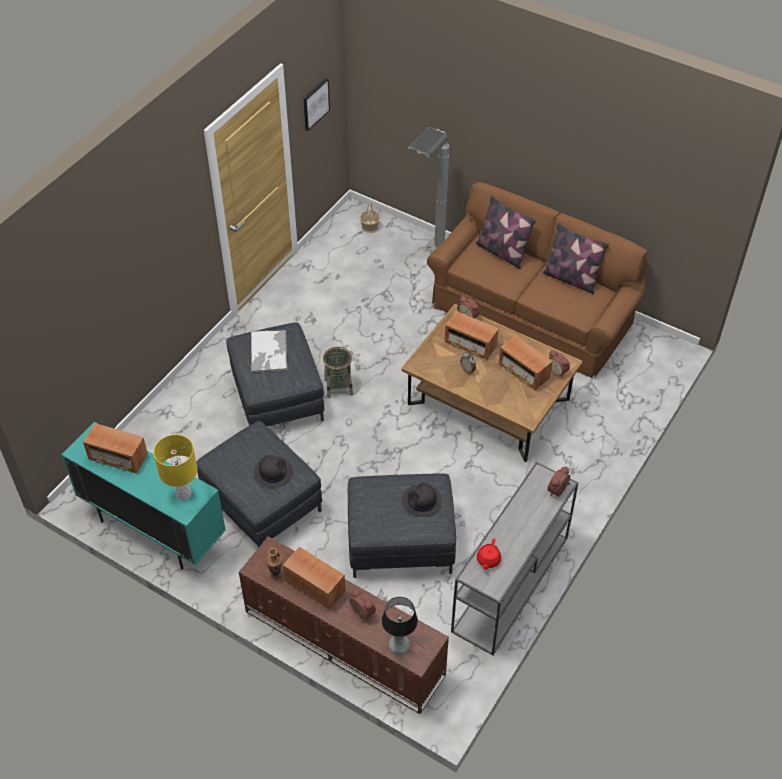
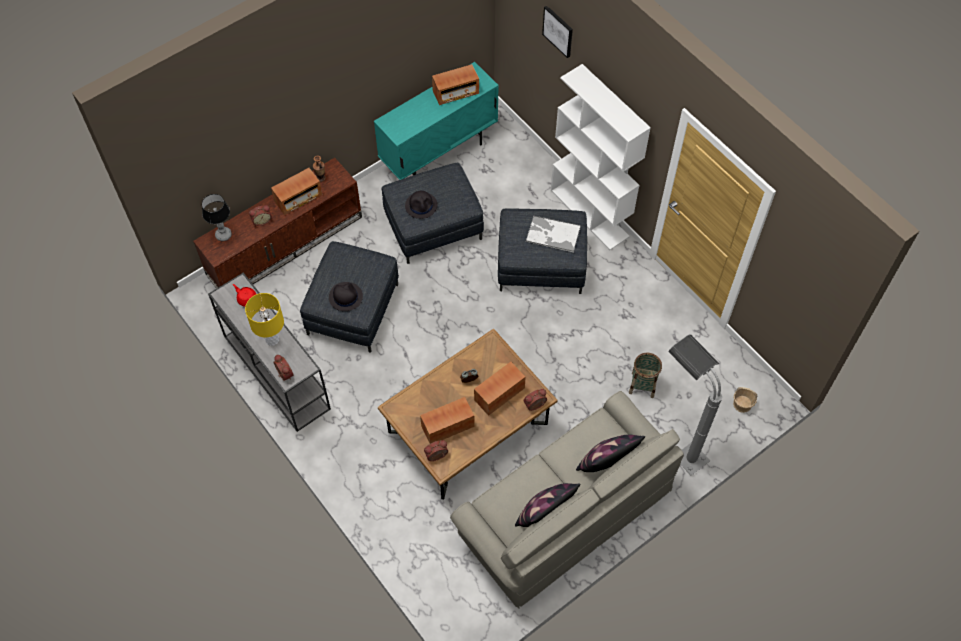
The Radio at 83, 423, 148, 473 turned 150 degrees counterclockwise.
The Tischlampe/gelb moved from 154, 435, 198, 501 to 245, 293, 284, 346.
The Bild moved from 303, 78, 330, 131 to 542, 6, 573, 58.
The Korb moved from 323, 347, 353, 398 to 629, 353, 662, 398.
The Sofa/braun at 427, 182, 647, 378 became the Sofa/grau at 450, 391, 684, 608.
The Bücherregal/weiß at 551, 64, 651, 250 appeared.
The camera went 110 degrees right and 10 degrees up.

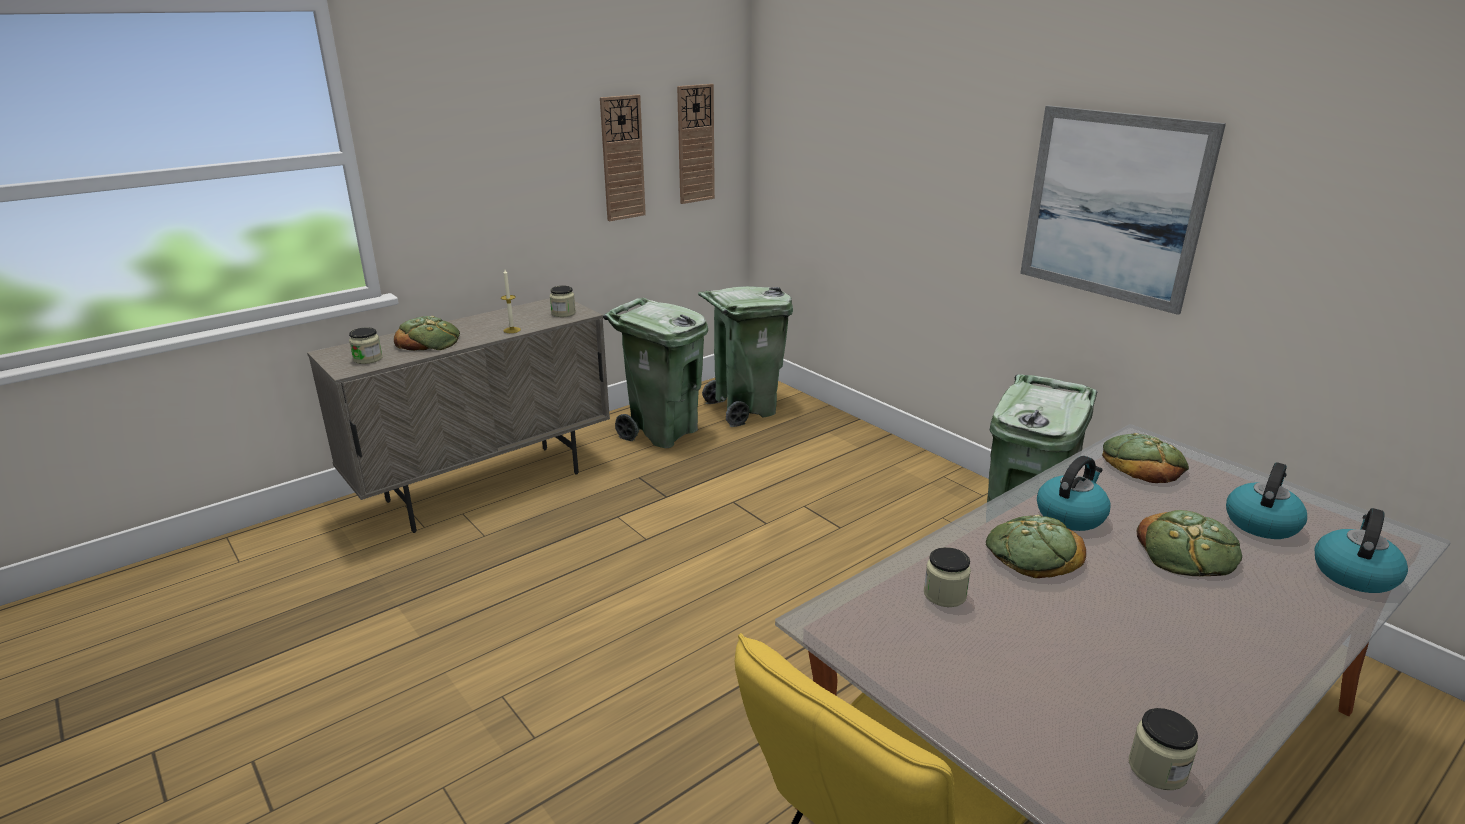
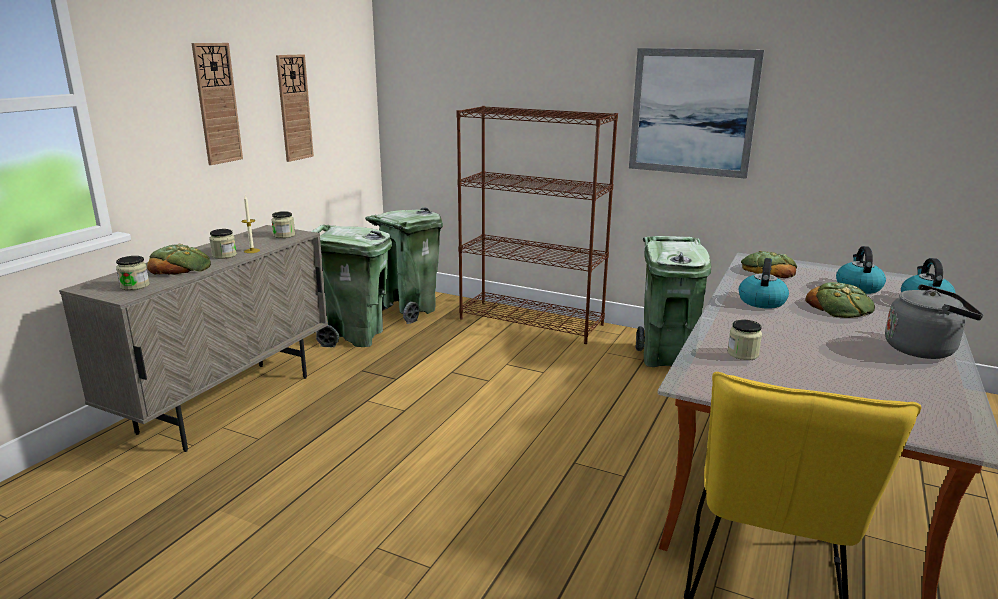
The Wanduhr moved from 677, 84, 715, 204 to 192, 43, 243, 165.
The Brot at 986, 515, 1086, 578 disappeared.
The Vorratsglas moved from 1129, 708, 1198, 790 to 209, 229, 237, 259.
The Bücherregal/braun at 456, 106, 618, 344 appeared.
The Wasserkessel/grau at 885, 284, 983, 359 appeared.
The camera went 25 degrees left and 5 degrees down.

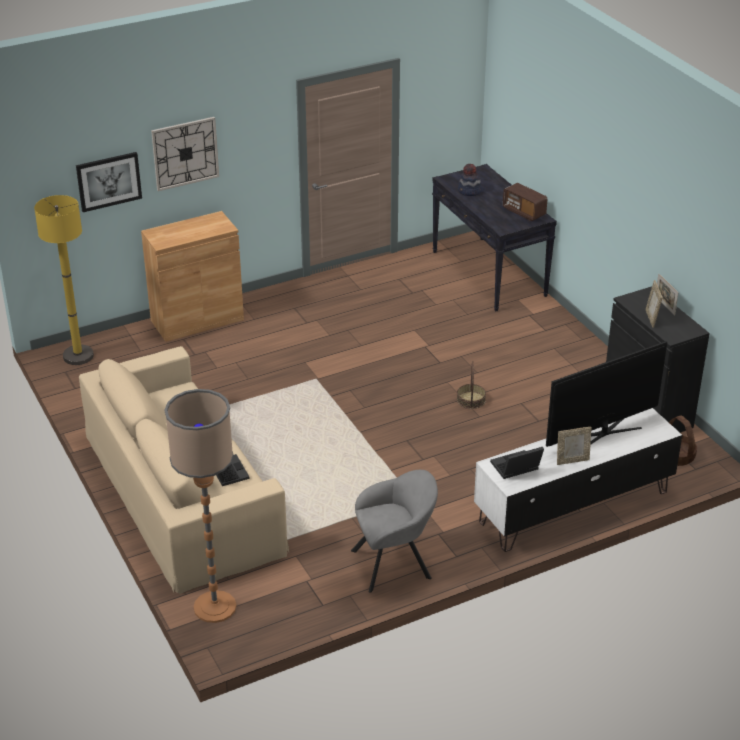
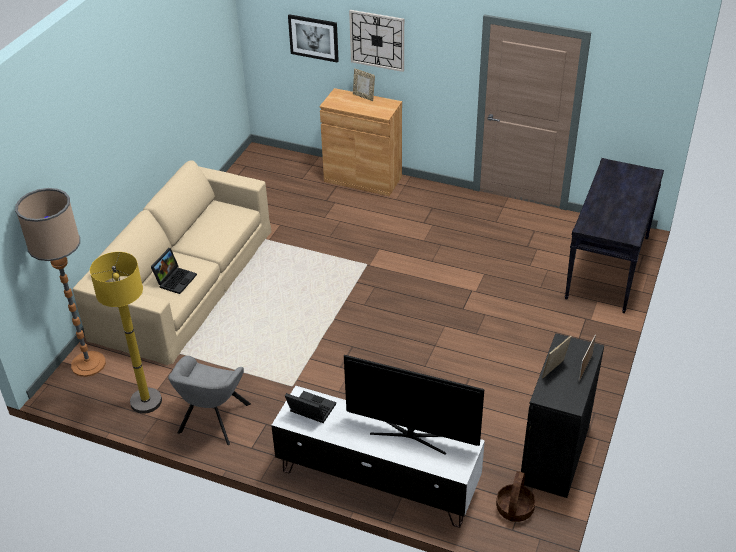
The Stehlampe/gelb moved from 34, 195, 94, 365 to 90, 252, 162, 414.
The Sessel/grau at 351, 470, 438, 593 turned 75 degrees clockwise.
The Korb at 457, 361, 486, 409 disappeared.
The Hut at 458, 164, 483, 196 disappeared.
The Radio at 503, 183, 547, 221 disappeared.
The Bilderrahmen moved from 557, 427, 592, 465 to 353, 68, 375, 101.
The camera went 50 degrees right and 5 degrees up.

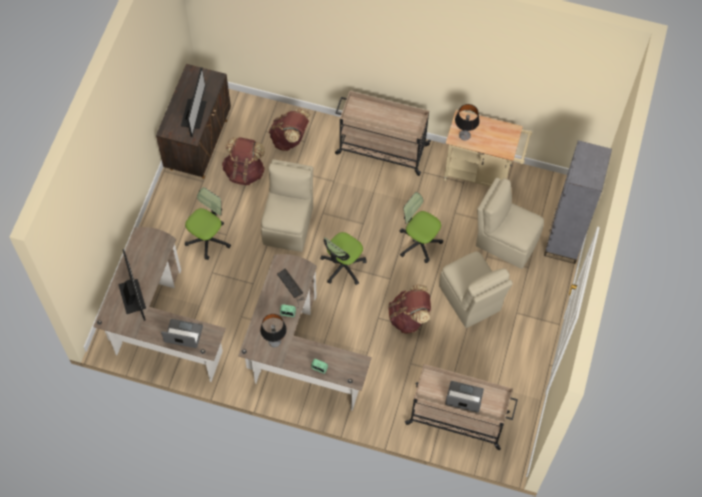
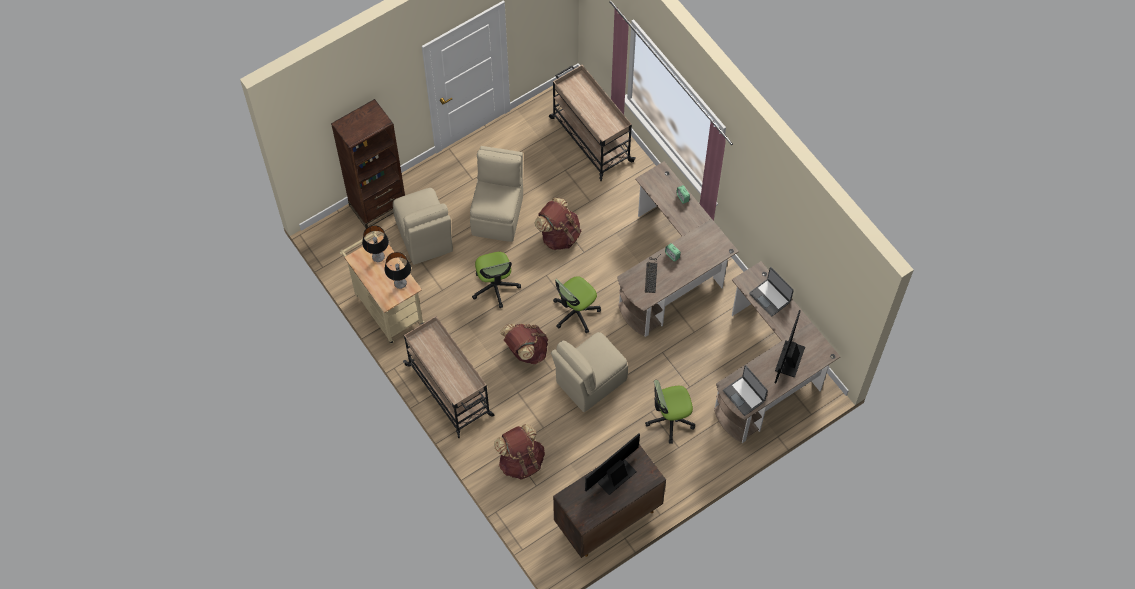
The Rucksack/braun moved from 222, 137, 265, 185 to 500, 324, 549, 364.
The Tischlampe moved from 260, 314, 287, 347 to 362, 225, 389, 262.
The Bürostuhl at 320, 232, 366, 285 turned 150 degrees clockwise.
The Laptop moved from 445, 381, 484, 413 to 723, 365, 768, 416.
The Bücherregal/grau at 544, 140, 612, 264 became the Bücherregal/braun at 331, 99, 405, 228.
The camera went 140 degrees left and 0 degrees up.

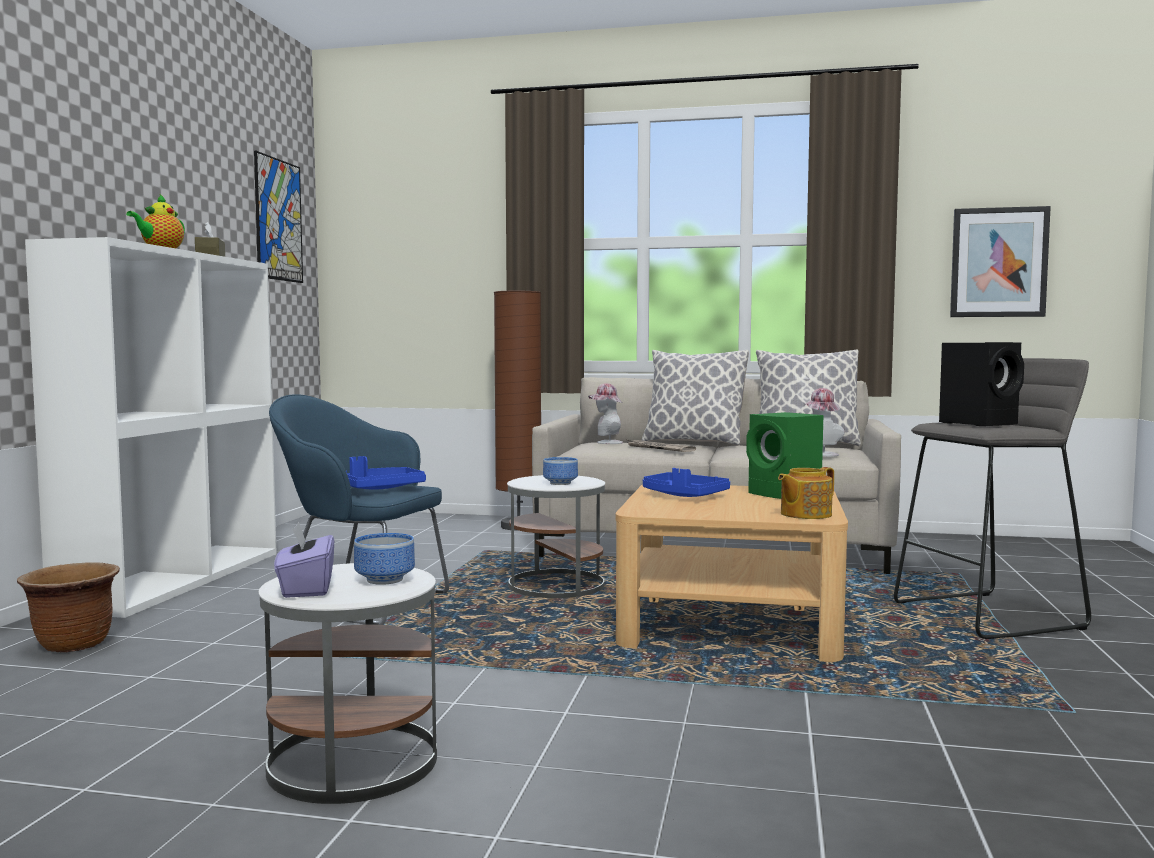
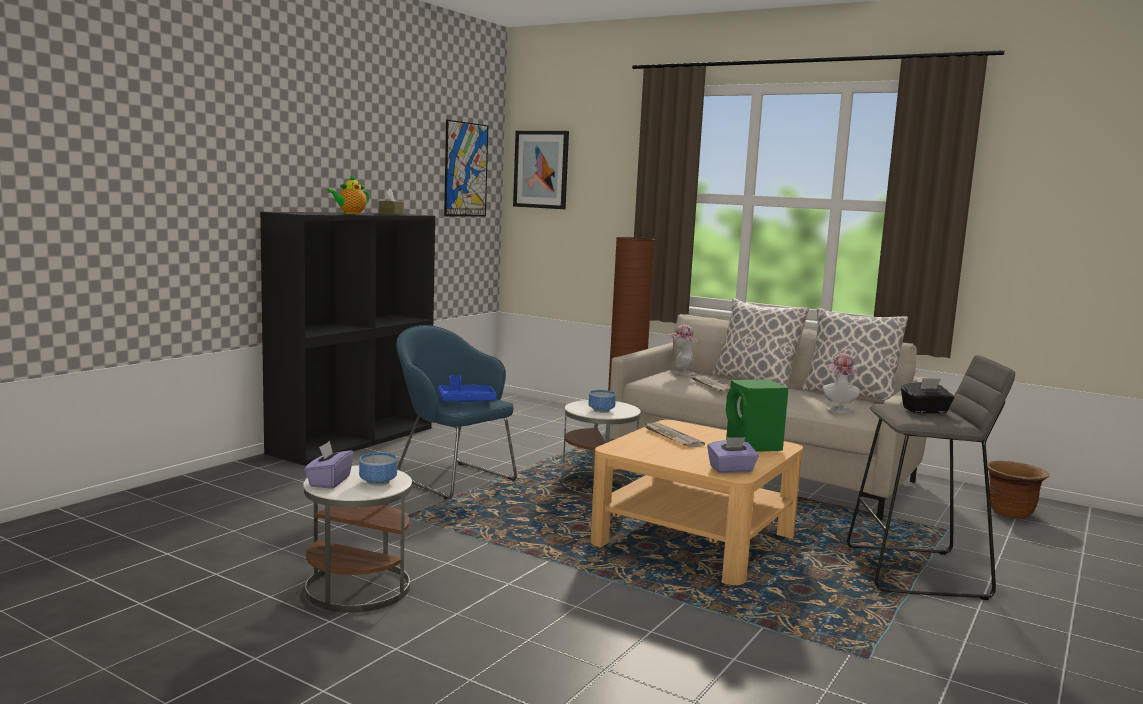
The Pflanzkübel/braun moved from 17, 562, 120, 653 to 987, 461, 1049, 519.
The Bücherregal/weiß at 25, 237, 277, 618 became the Bücherregal/schwarz at 260, 212, 435, 466.
The Tablett/blau at 643, 468, 730, 497 was replaced by the Zeitung at 645, 423, 705, 447.
The Teekanne at 778, 467, 834, 519 was replaced by the Taschentuchbox/lila at 707, 437, 759, 473.
The Lautsprecher/schwarz at 939, 342, 1024, 426 was replaced by the Taschentuchbox/schwarz at 901, 378, 954, 413.
The Bild moved from 950, 206, 1051, 317 to 513, 131, 569, 209.
The camera went 20 degrees right and 5 degrees up.

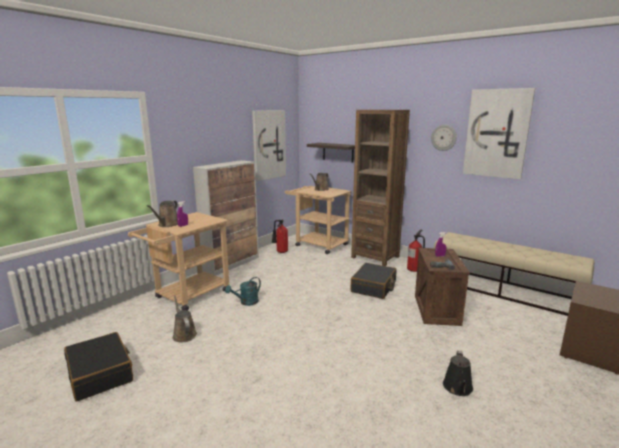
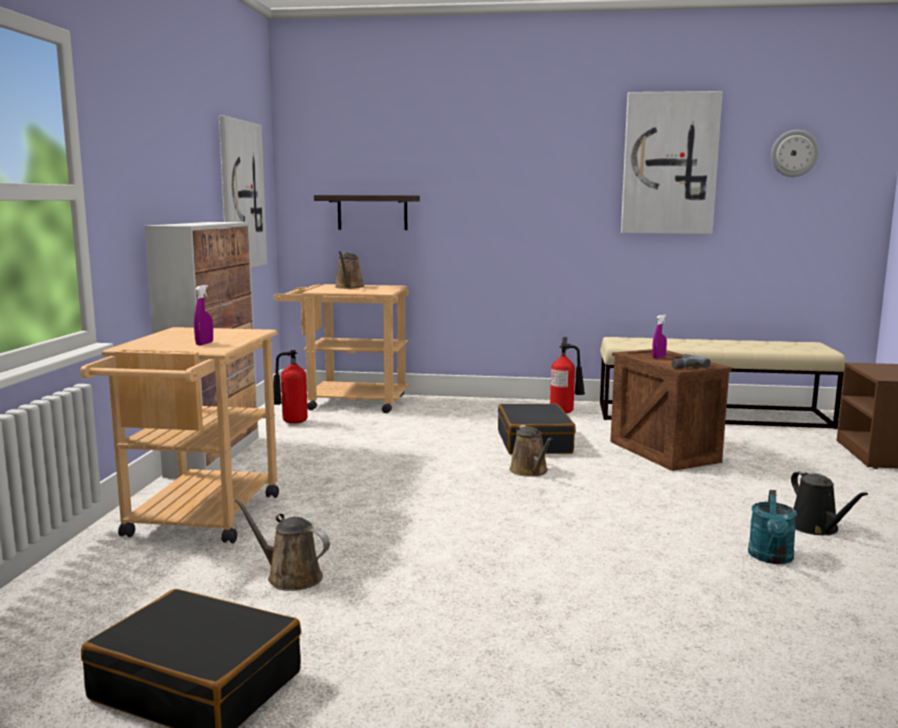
The Gießkanne/braun moved from 147, 200, 178, 227 to 509, 425, 552, 477.
The Gießkanne/türkis moved from 225, 277, 261, 306 to 748, 490, 797, 564.
The Bücherregal/braun at 351, 110, 410, 266 disappeared.
The Wanduhr moved from 431, 125, 457, 151 to 771, 130, 819, 177.
The camera went 30 degrees left and 5 degrees down.

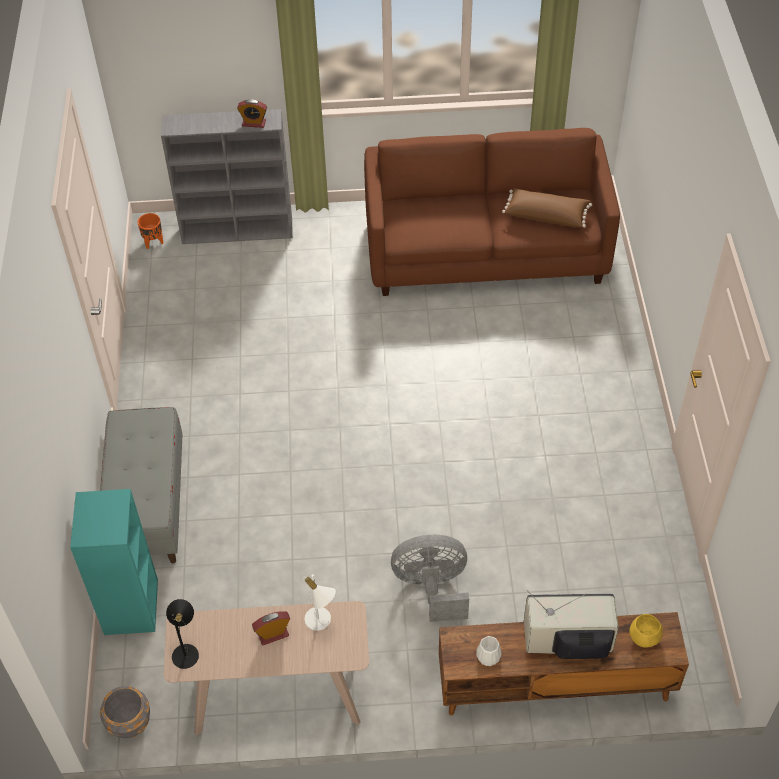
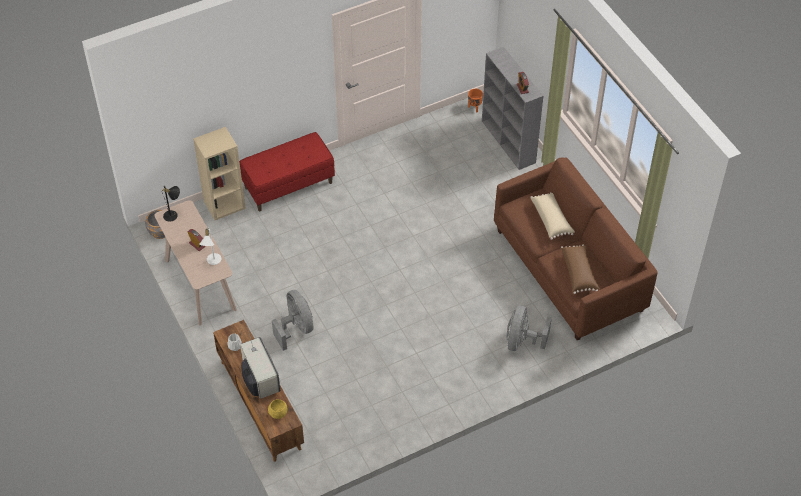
The Bücherregal/türkis at 70, 489, 158, 635 became the Bücherregal/beige at 193, 127, 246, 220.
The Bank/grau at 100, 407, 183, 563 became the Bank/rot at 239, 132, 335, 211.
The Ventilator/grau at 507, 305, 552, 351 appeared.
The Kissen/beige at 530, 192, 575, 240 appeared.
The camera went 65 degrees right and 0 degrees up.

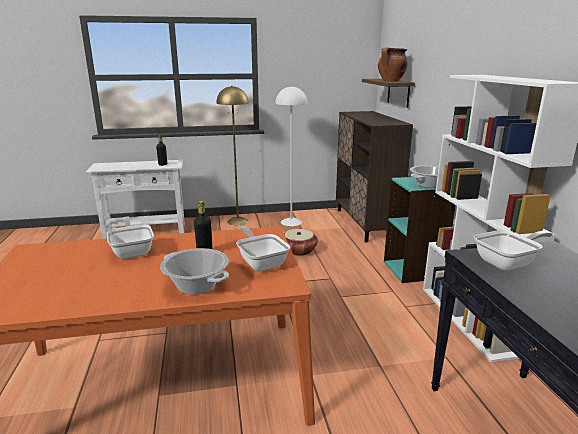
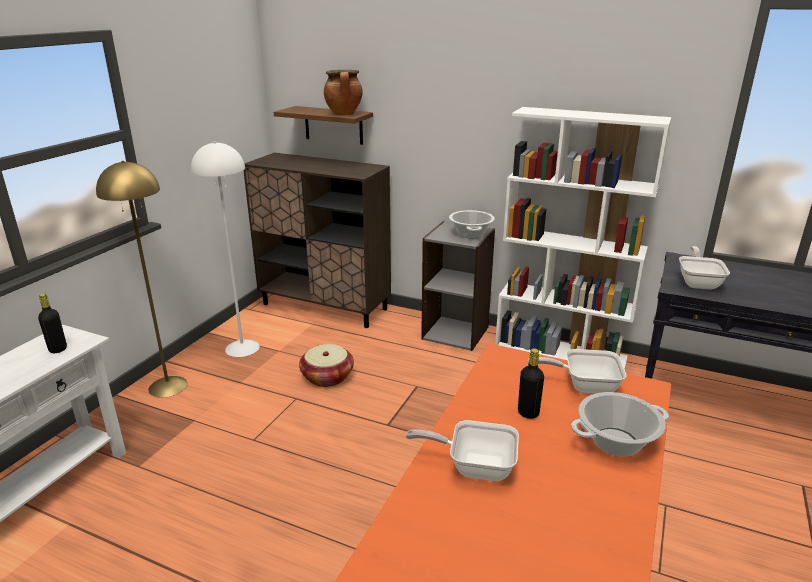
The Bücherregal/türkis at 384, 176, 456, 283 became the Bücherregal/grau at 421, 221, 495, 351.
The camera went 55 degrees left and 5 degrees up.

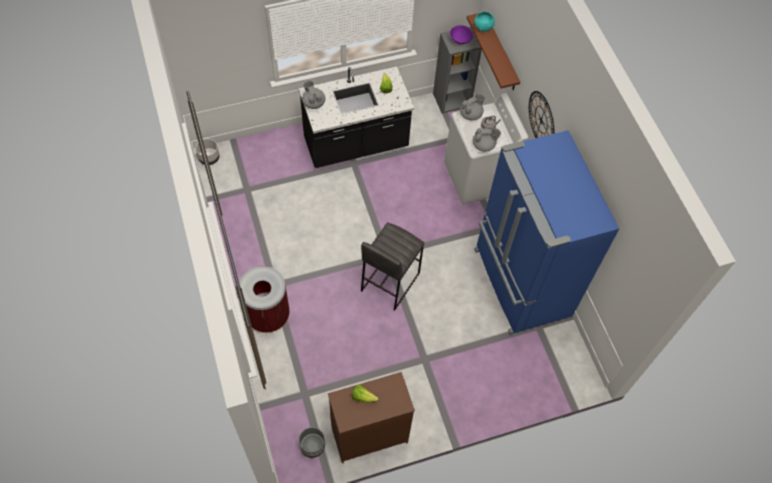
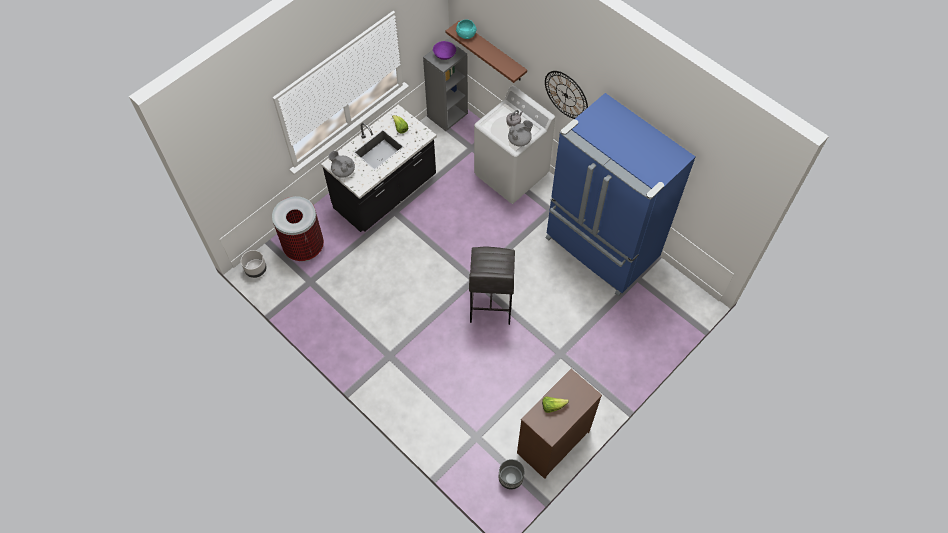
The Mülleimer moved from 239, 266, 290, 333 to 272, 196, 324, 262.
The Teekanne/grau at 460, 94, 485, 120 disappeared.
The camera went 25 degrees left and 0 degrees up.

